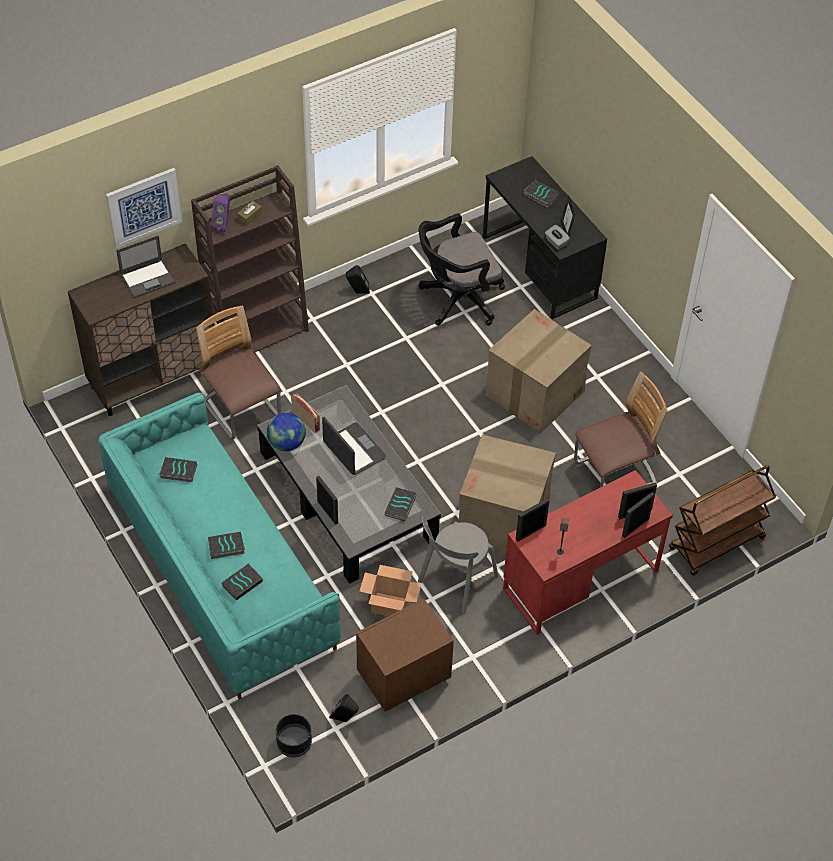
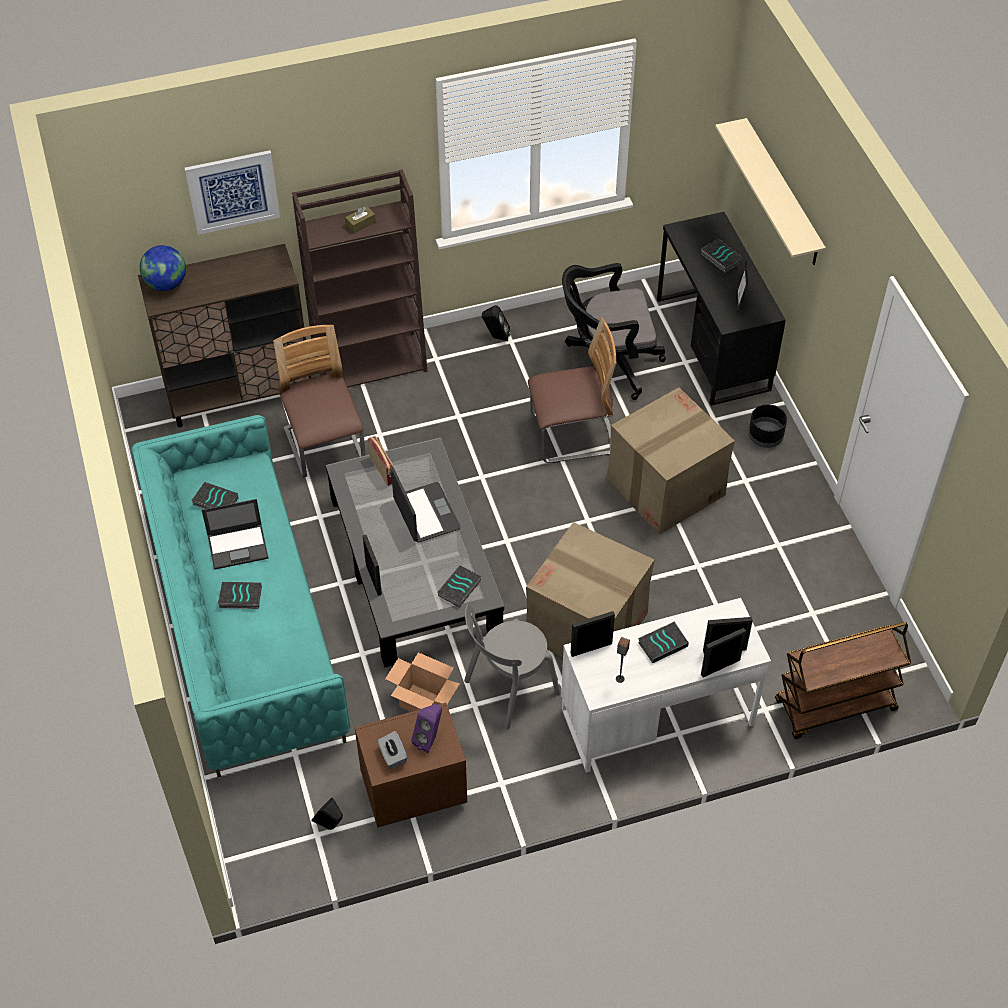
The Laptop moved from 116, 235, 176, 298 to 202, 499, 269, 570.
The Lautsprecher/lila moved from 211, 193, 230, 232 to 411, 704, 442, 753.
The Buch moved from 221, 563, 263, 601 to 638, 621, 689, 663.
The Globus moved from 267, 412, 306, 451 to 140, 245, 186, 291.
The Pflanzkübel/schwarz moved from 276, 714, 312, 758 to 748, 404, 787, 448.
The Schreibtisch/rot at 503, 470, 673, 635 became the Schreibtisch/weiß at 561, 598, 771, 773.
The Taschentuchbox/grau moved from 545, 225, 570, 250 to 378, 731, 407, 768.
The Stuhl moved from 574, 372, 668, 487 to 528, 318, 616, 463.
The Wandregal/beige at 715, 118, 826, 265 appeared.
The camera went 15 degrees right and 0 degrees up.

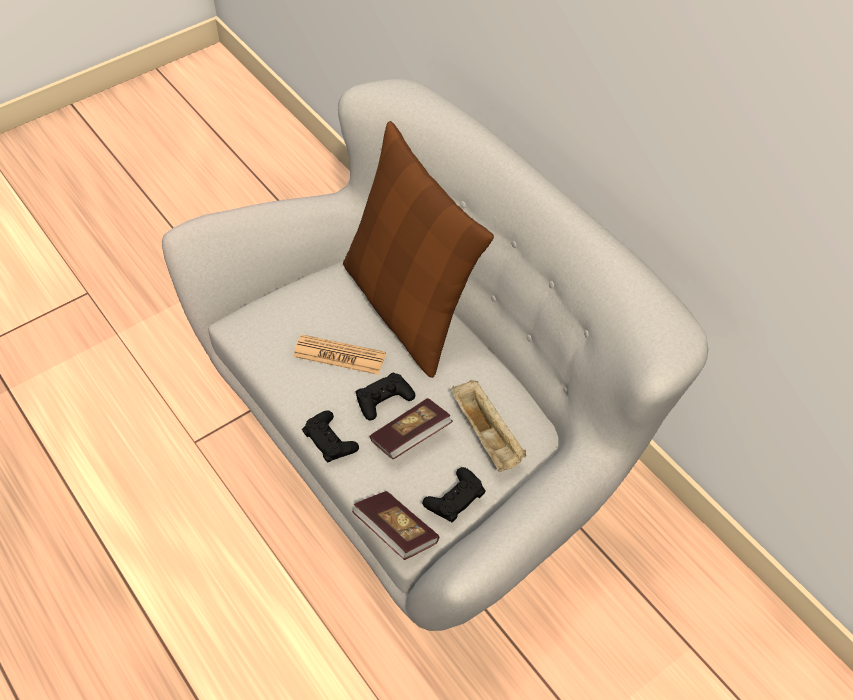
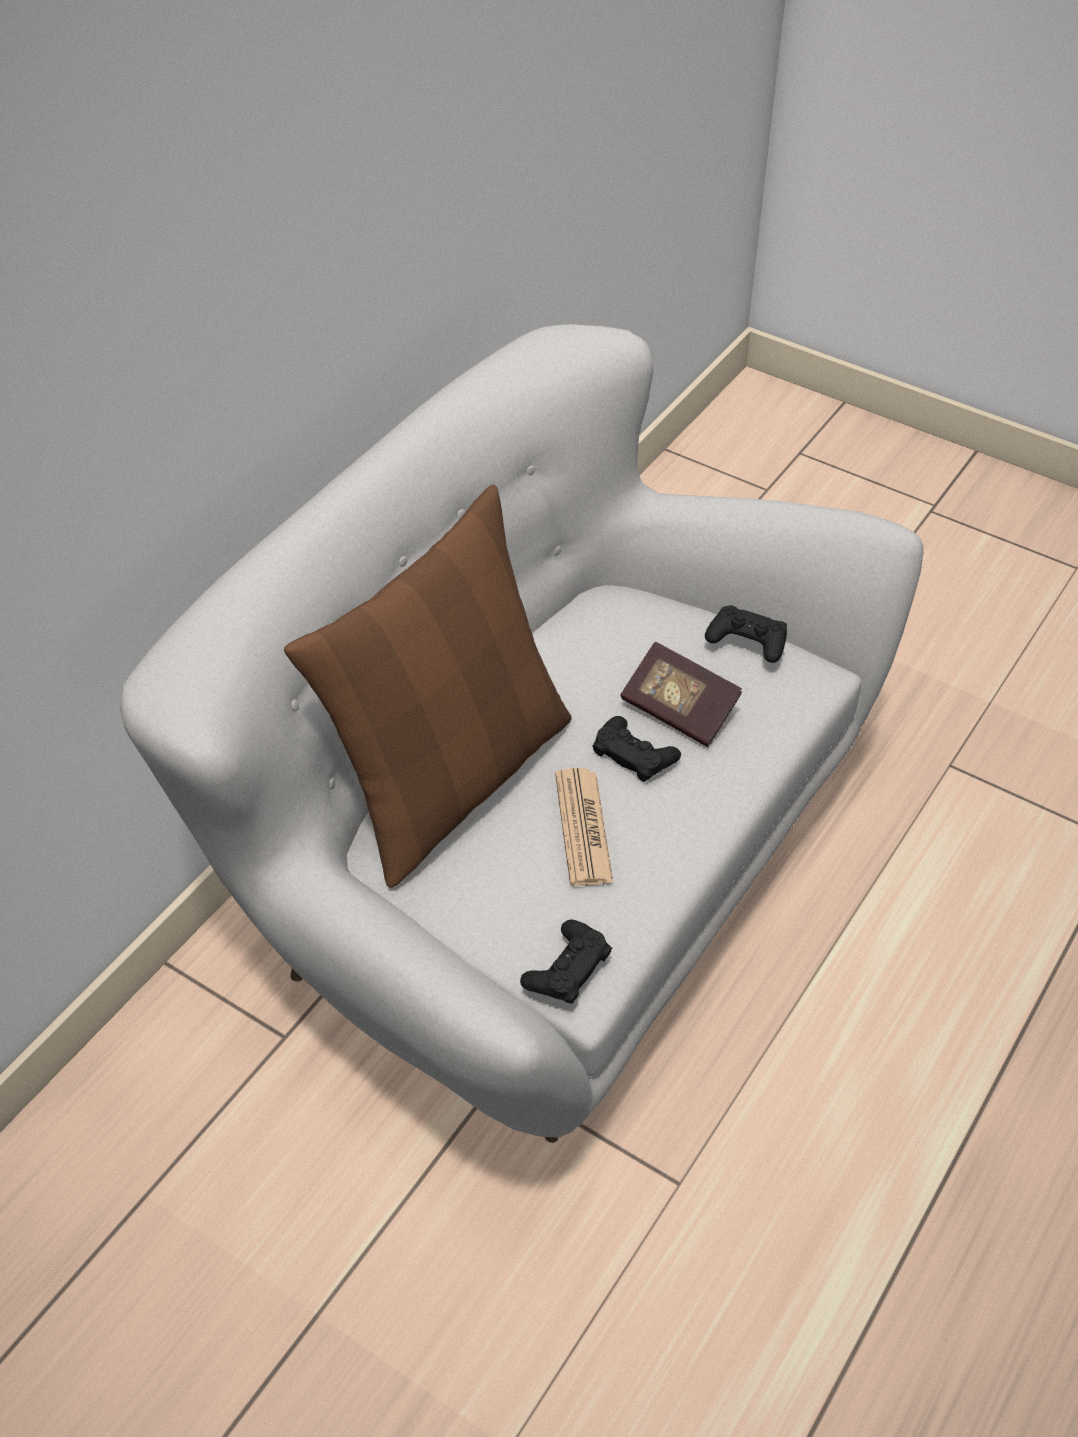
The Gamepad/schwarz moved from 302, 410, 359, 463 to 520, 920, 612, 1004.
The Buch at 352, 491, 439, 560 disappeared.
The Tablett/beige at 451, 380, 526, 472 disappeared.
The camera went 110 degrees left and 5 degrees down.

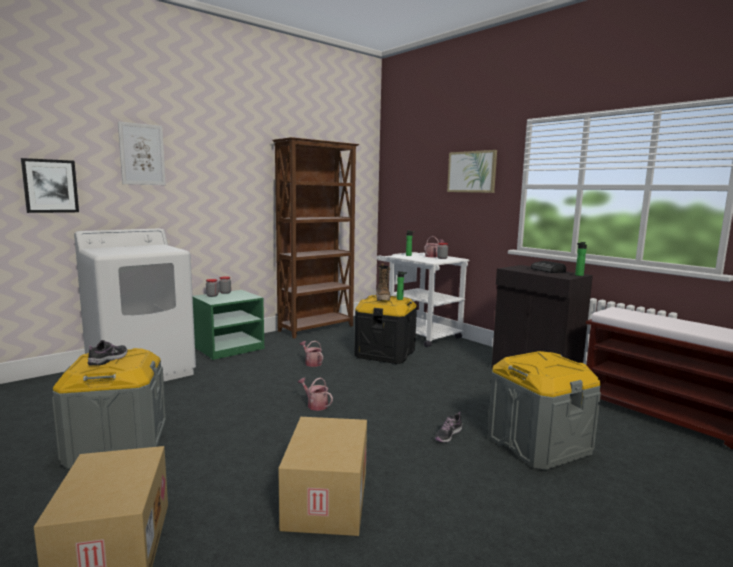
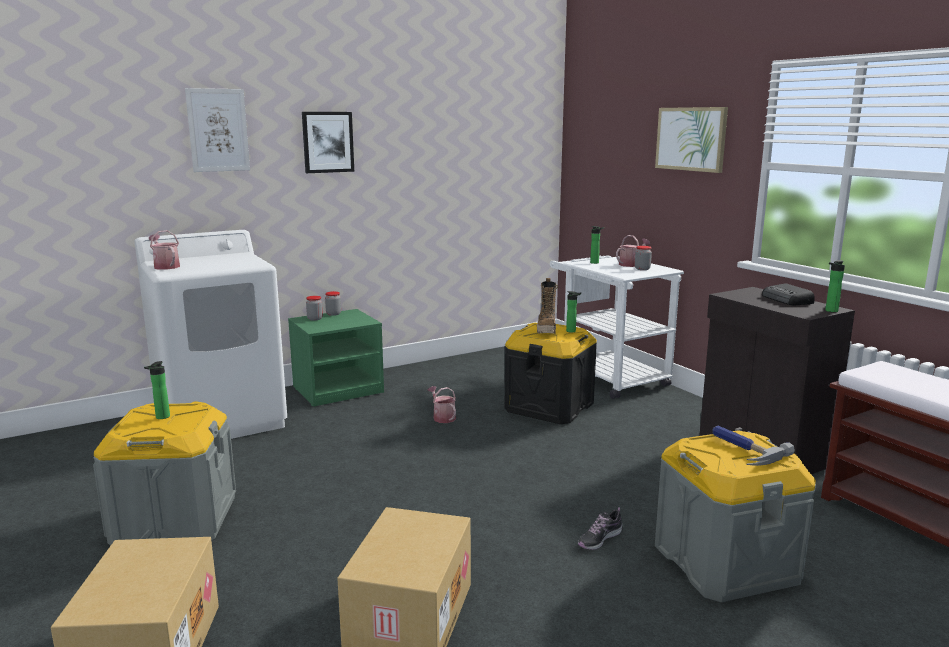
The Bild moved from 21, 158, 79, 213 to 302, 112, 354, 173.
The Schuh at 88, 340, 128, 366 was replaced by the Flasche at 144, 361, 170, 419.
The Bücherregal/braun at 272, 137, 359, 339 disappeared.
The Gießkanne moved from 298, 378, 333, 411 to 149, 230, 180, 270.
The Hammer at 712, 426, 795, 466 appeared.
The camera went 10 degrees right and 5 degrees up.

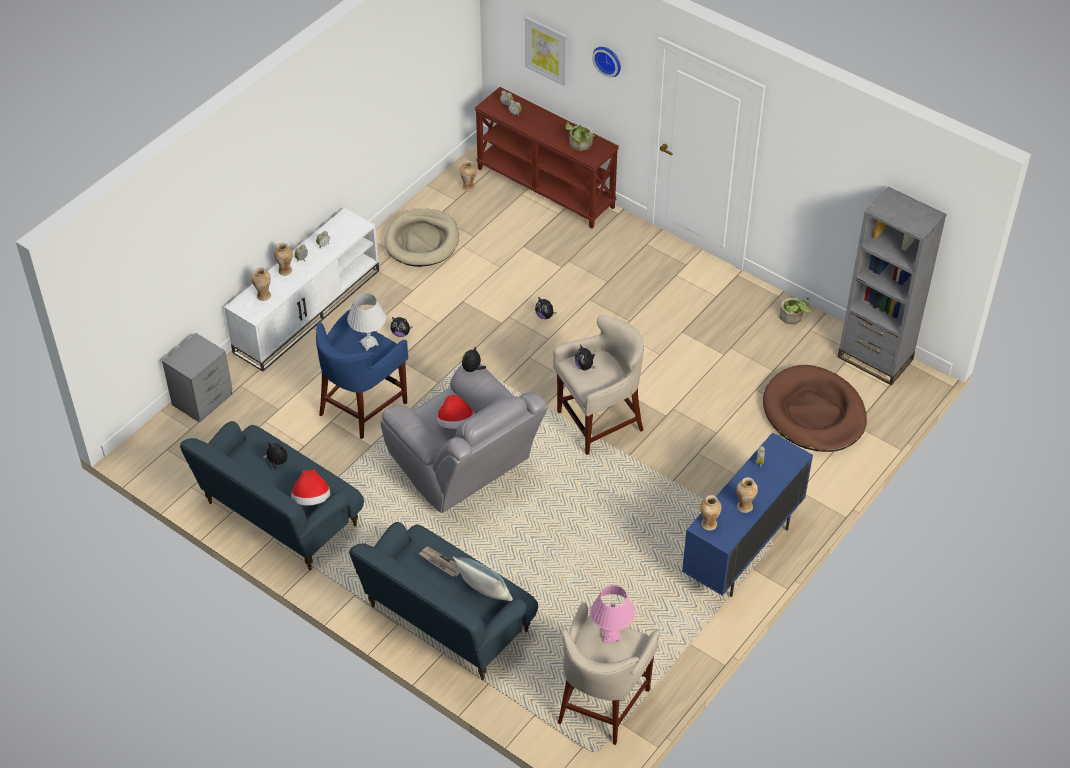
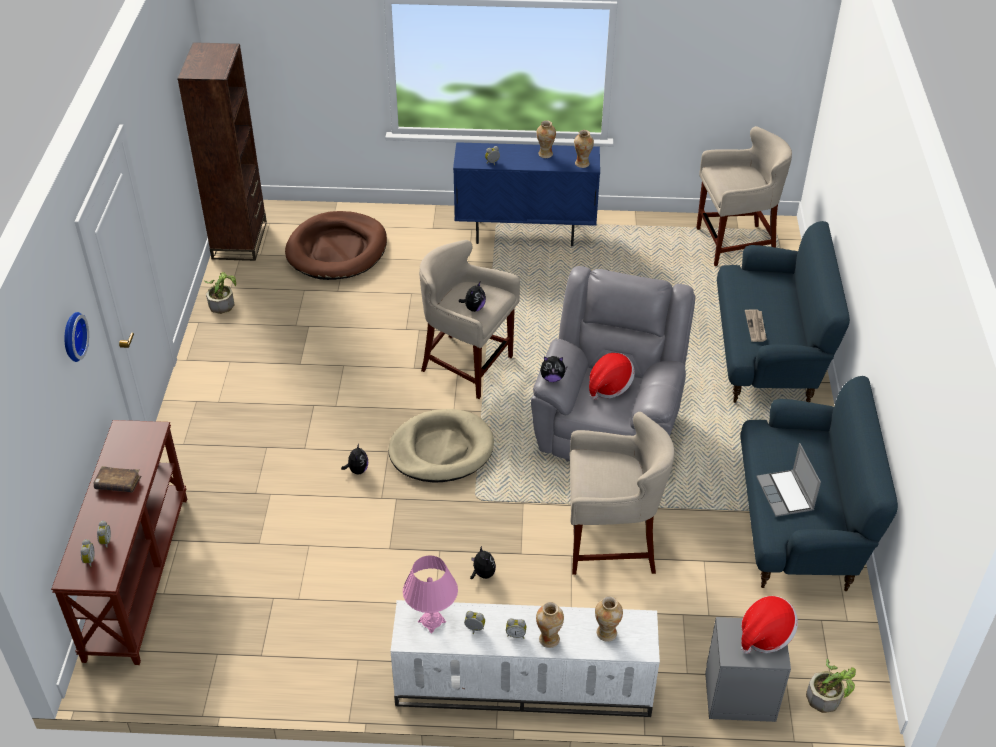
The Plüschtier at 263, 441, 288, 470 was replaced by the Laptop at 756, 443, 821, 517.
The Hut moved from 291, 469, 330, 506 to 741, 596, 798, 654.
The Hocker/blau at 316, 310, 408, 439 became the Hocker/beige at 570, 412, 675, 575.
The Tischlampe/weiß at 347, 293, 386, 351 disappeared.
The Hundebett/beige moved from 384, 209, 459, 267 to 388, 409, 494, 483.
The Kissen at 453, 556, 513, 601 disappeared.
The Vase at 460, 161, 476, 192 disappeared.
The Bild at 525, 16, 567, 86 disappeared.
The Topfpflanze moved from 565, 122, 595, 151 to 806, 659, 856, 713.
The Tischlampe/rosa moved from 590, 585, 635, 644 to 403, 556, 458, 634.
The Bücherregal/grau at 838, 187, 947, 385 became the Bücherregal/braun at 177, 42, 267, 261.
The Buch/braun at 93, 466, 141, 492 appeared.
The camera went 125 degrees left and 5 degrees down.

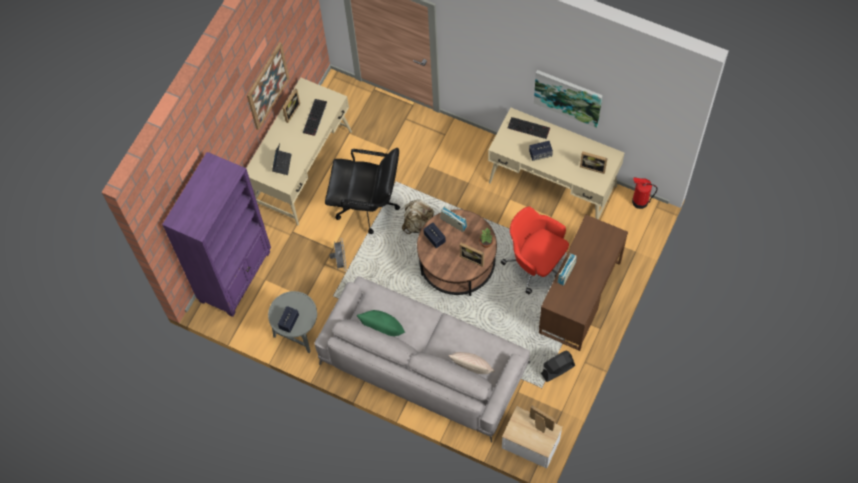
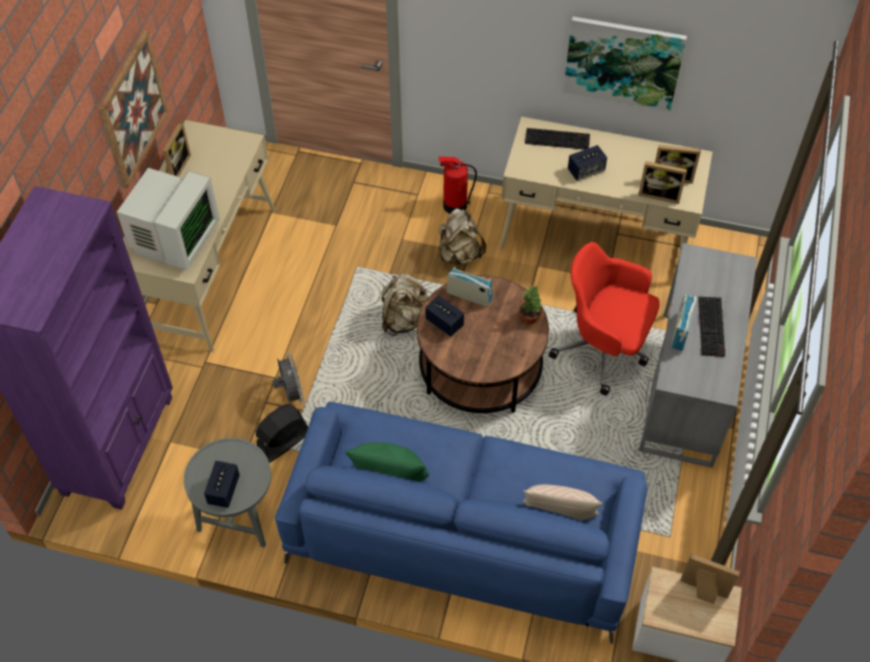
The Laptop at 272, 143, 291, 175 was replaced by the Monitor at 116, 168, 220, 270.
The Tastatur moved from 303, 99, 327, 136 to 698, 297, 726, 357.
The Sofa/grau at 314, 276, 530, 443 became the Sofa/blau at 275, 402, 647, 644.
The Bürostuhl/schwarz at 325, 148, 400, 234 disappeared.
The Bilderrahmen moved from 460, 243, 484, 267 to 638, 161, 687, 204.
The Schreibtisch/braun at 539, 215, 628, 351 became the Schreibtisch/grau at 639, 243, 757, 468.
The Ventilator/schwarz moved from 541, 351, 575, 382 to 256, 404, 308, 463.
The Feuerlöscher moved from 632, 177, 658, 209 to 438, 157, 477, 214.
The Rucksack/beige at 438, 208, 486, 265 appeared.
The camera went 15 degrees left and 10 degrees down.

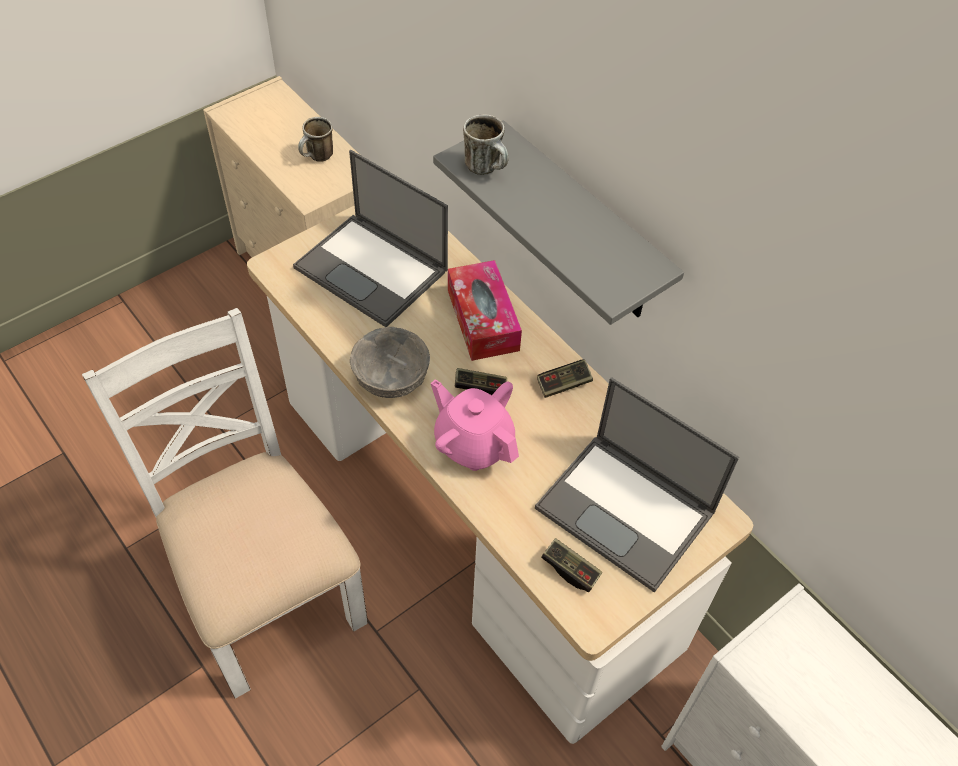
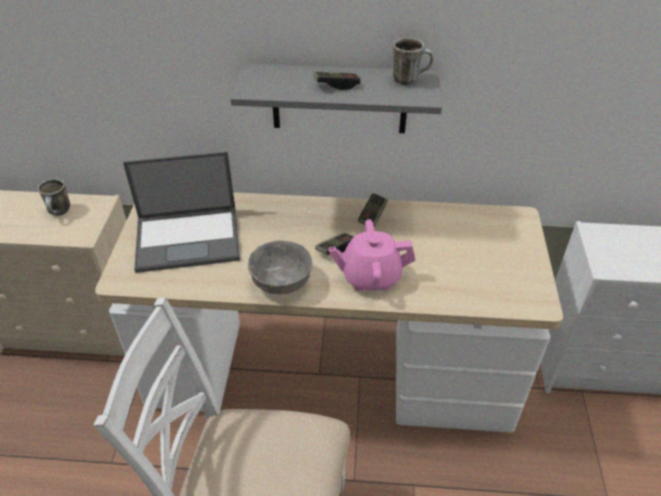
The Taschentuchbox at 448, 260, 522, 361 disappeared.
The Henkelbecher moved from 463, 114, 509, 175 to 393, 37, 433, 85.
The Laptop at 535, 377, 739, 593 disappeared.
The Gamepad moved from 541, 538, 602, 592 to 313, 71, 361, 90.
The camera went 45 degrees left and 10 degrees down.

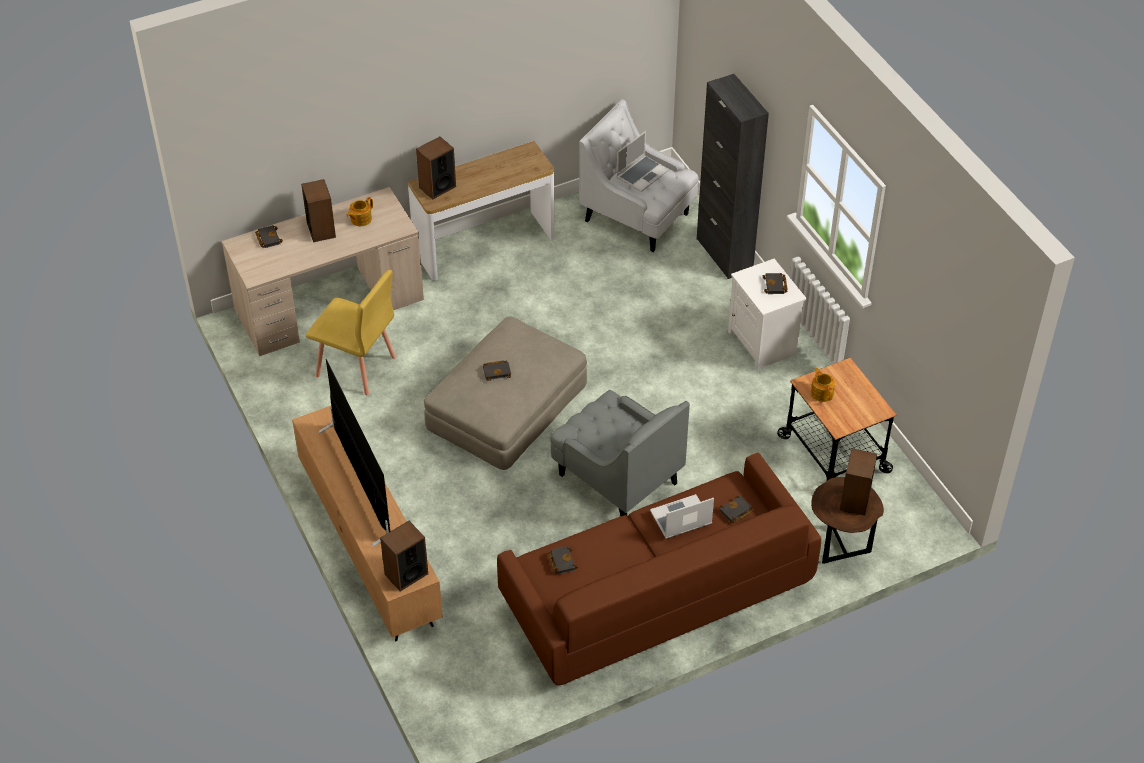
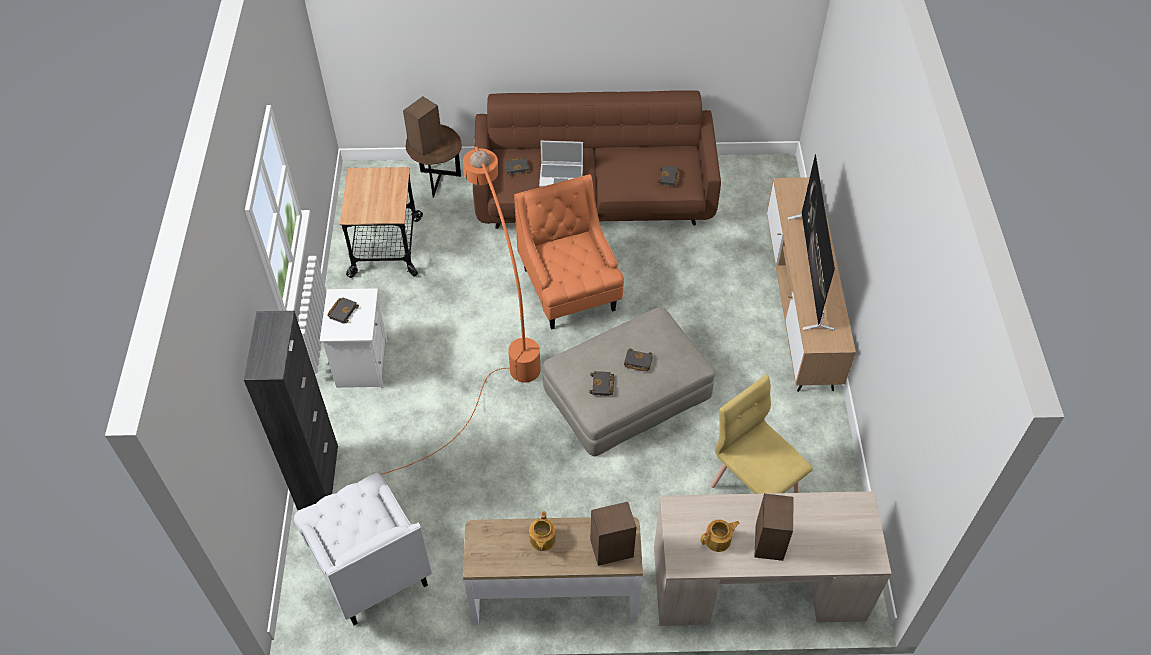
The Buch/schwarz moved from 255, 225, 283, 248 to 589, 371, 614, 396.
The Lautsprecher at 380, 521, 428, 591 disappeared.
The Sessel/grau at 550, 390, 690, 516 became the Sessel/orange at 514, 174, 624, 329.
The Laptop at 616, 131, 669, 192 disappeared.
The Teekanne moved from 811, 367, 835, 402 to 529, 511, 556, 551.
The Stehlampe/orange at 381, 146, 541, 475 appeared.
The camera went 155 degrees left and 5 degrees up.

